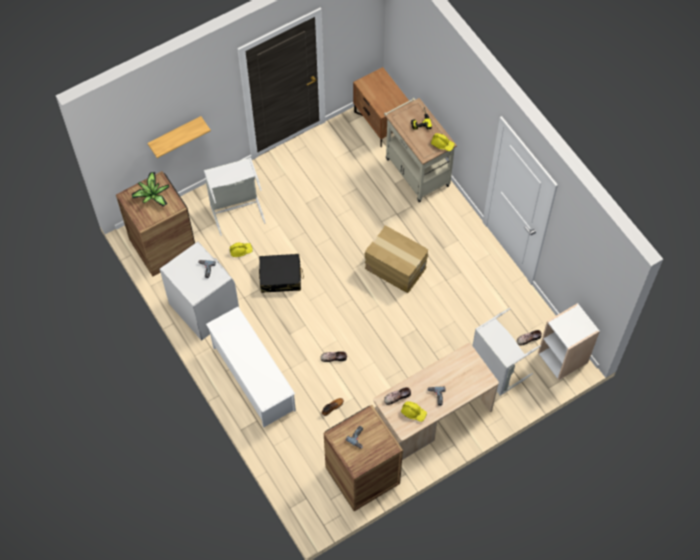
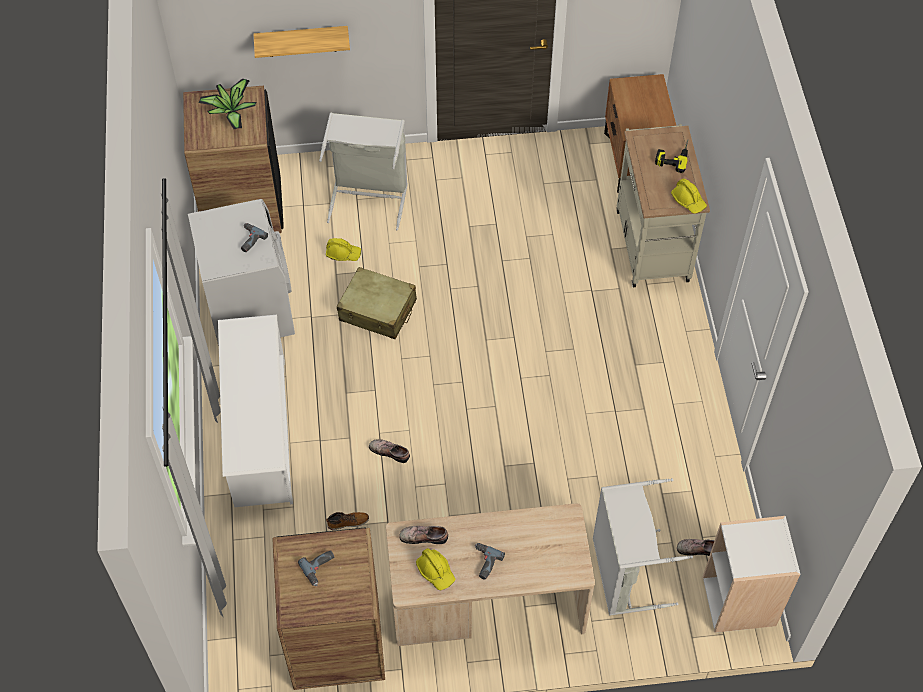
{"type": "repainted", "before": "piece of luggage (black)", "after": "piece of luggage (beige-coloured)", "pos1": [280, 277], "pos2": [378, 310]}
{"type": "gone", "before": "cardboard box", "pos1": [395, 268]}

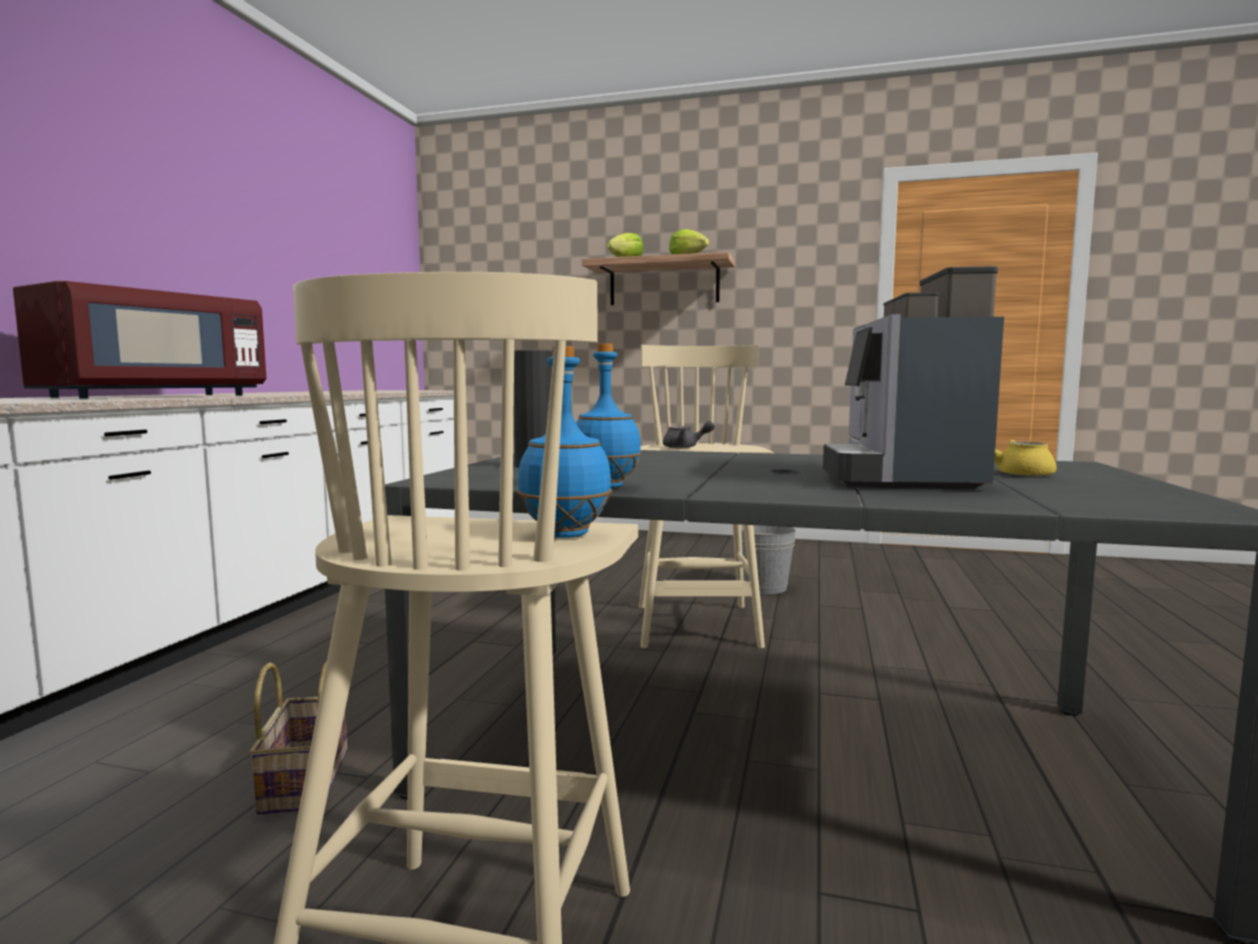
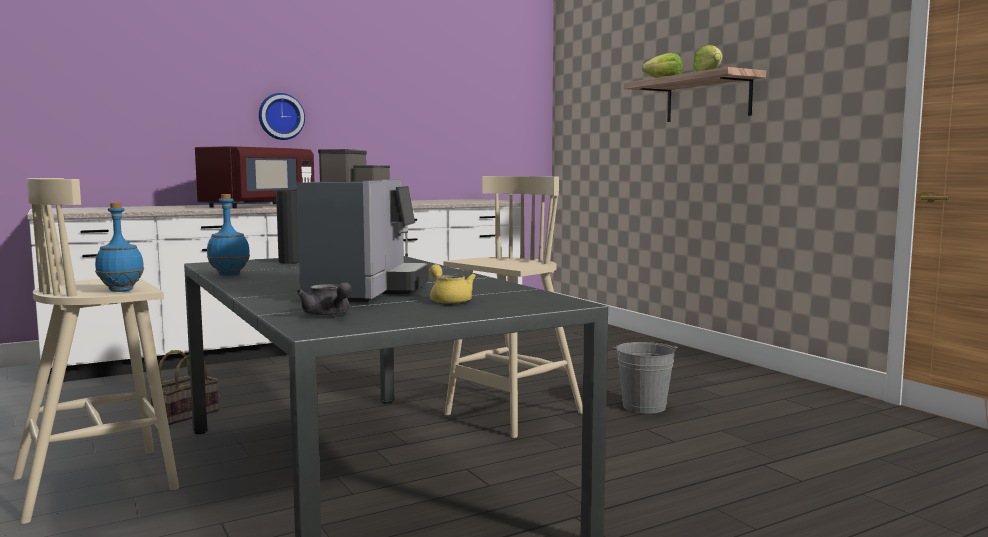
{"type": "rotated", "before": "microwave (reddish)", "pos1": [154, 396], "pos2": [257, 206], "turn": -45}
{"type": "shifted", "before": "teapot (greyish)", "pos1": [685, 447], "pos2": [328, 315]}
{"type": "rotated", "before": "coffee brewer", "pos1": [901, 478], "pos2": [365, 292], "turn": 135}
{"type": "new", "after": "clock on the wall", "pos2": [281, 116]}

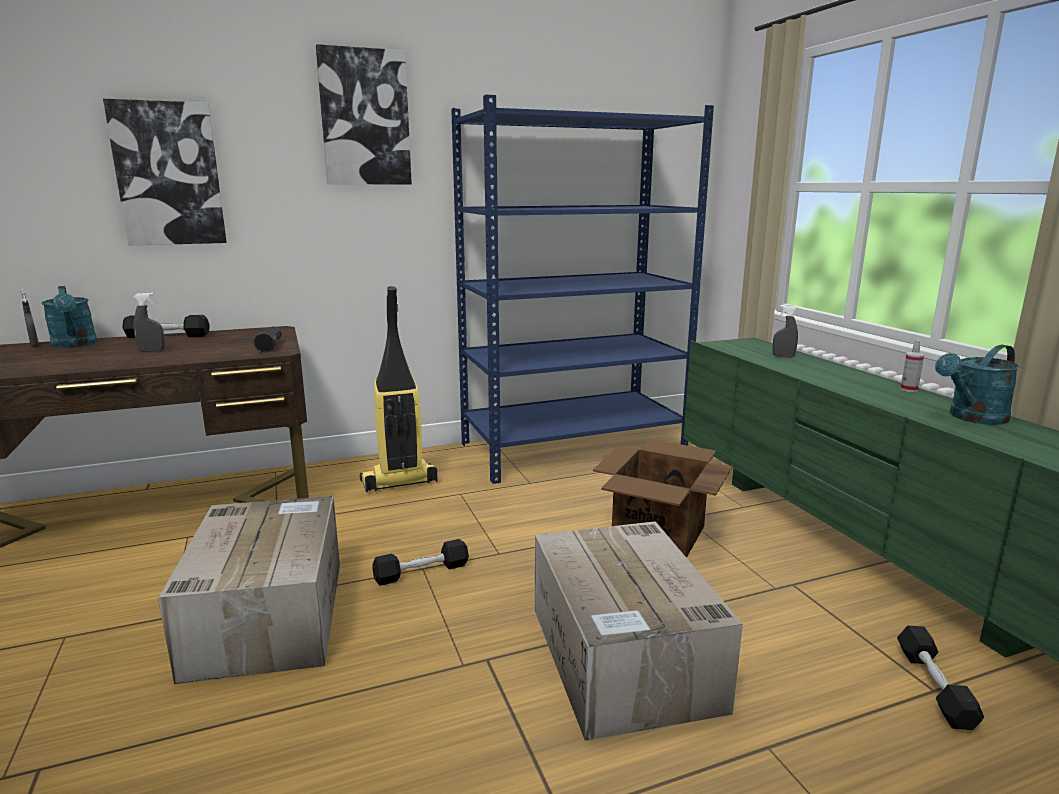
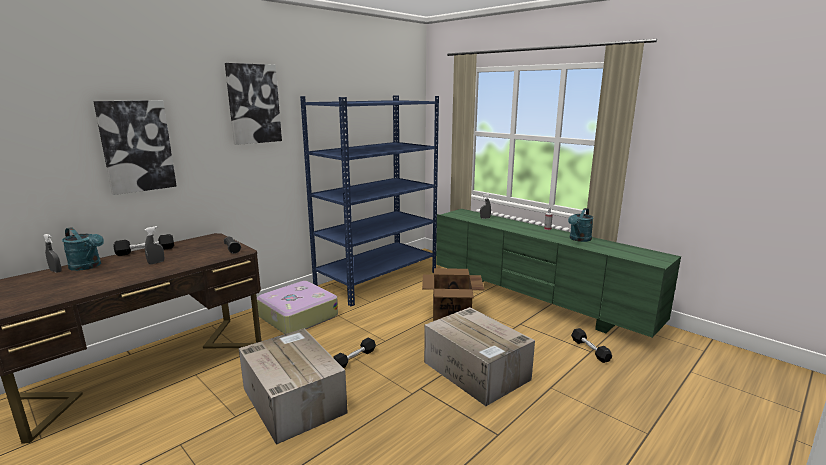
{"type": "swapped", "before": "vacuum", "after": "piece of luggage", "pos1": [398, 482], "pos2": [297, 316]}

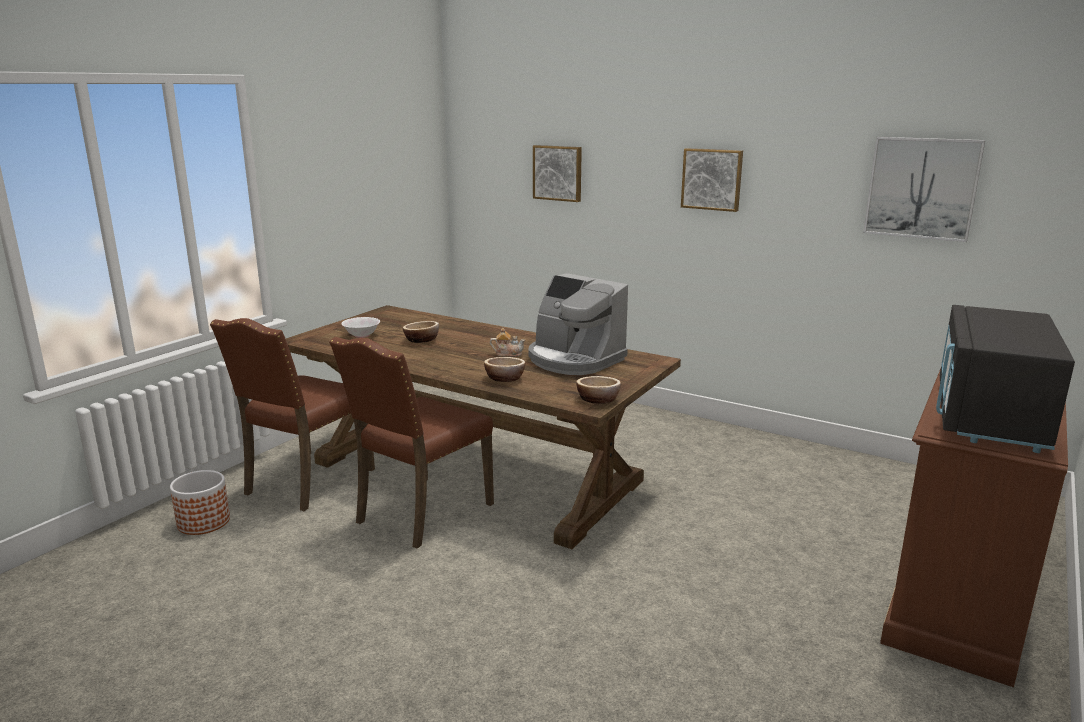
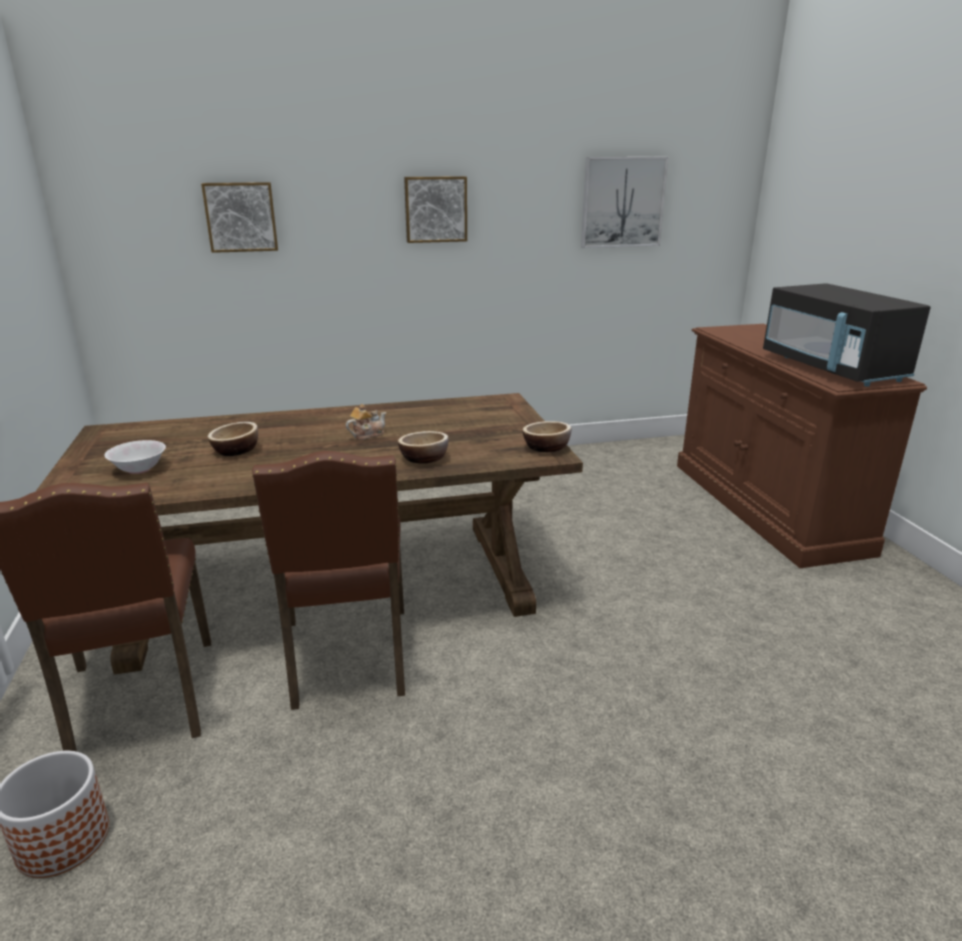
{"type": "gone", "before": "coffee brewer", "pos1": [574, 359]}

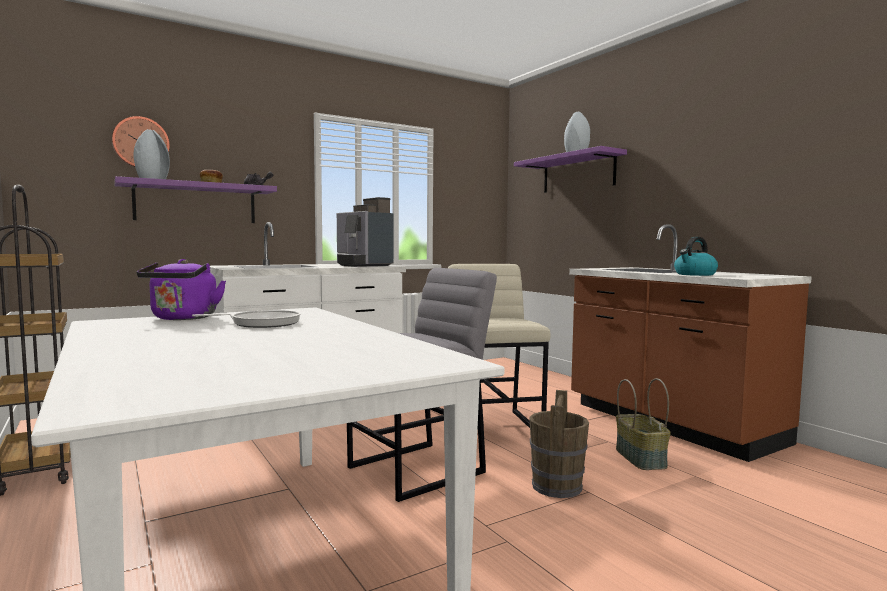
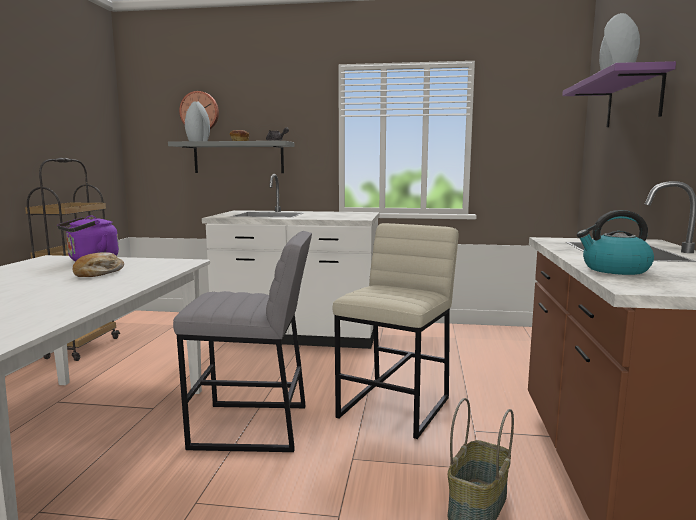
{"type": "repainted", "before": "wall shelf (purplish)", "after": "wall shelf (greyish)", "pos1": [196, 203], "pos2": [238, 157]}
{"type": "swapped", "before": "frying pan", "after": "bakery bread", "pos1": [261, 323], "pos2": [99, 273]}
{"type": "gone", "before": "coffee brewer", "pos1": [362, 265]}
{"type": "gone", "before": "water bucket (brownish)", "pos1": [556, 487]}

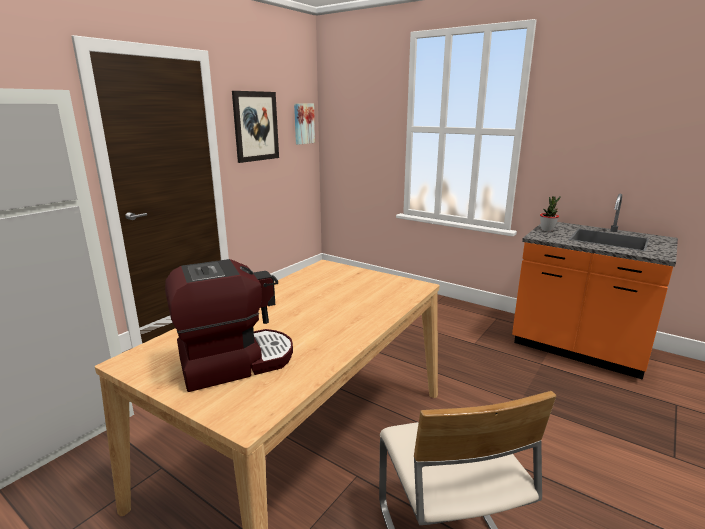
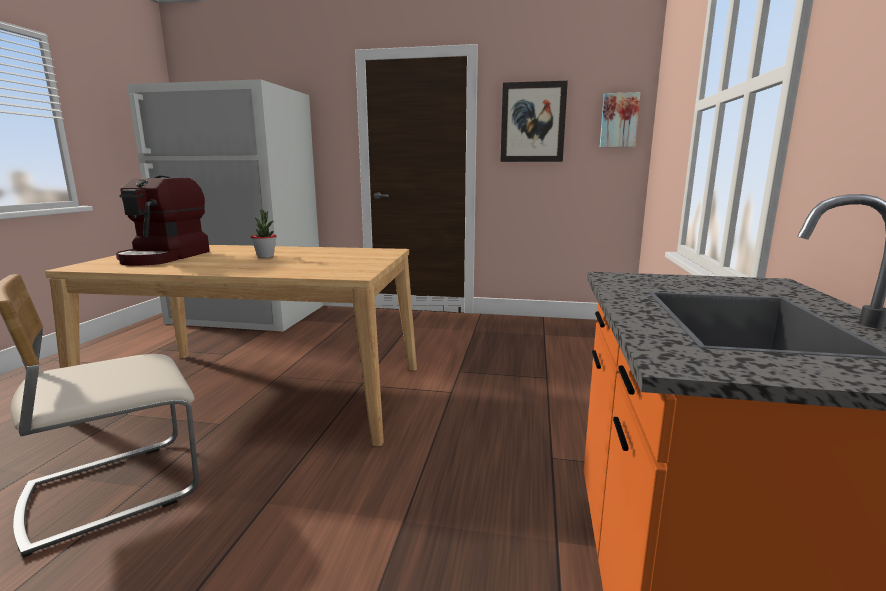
{"type": "rotated", "before": "coffee brewer", "pos1": [235, 361], "pos2": [165, 257], "turn": 60}
{"type": "shifted", "before": "potted plant", "pos1": [547, 230], "pos2": [265, 256]}

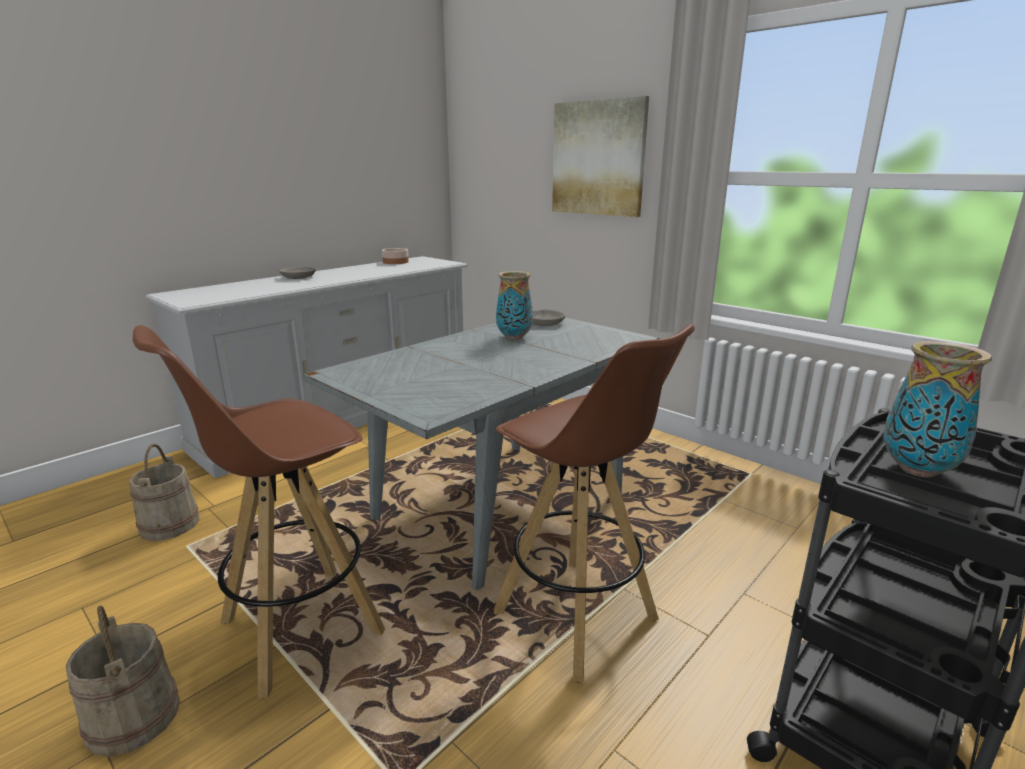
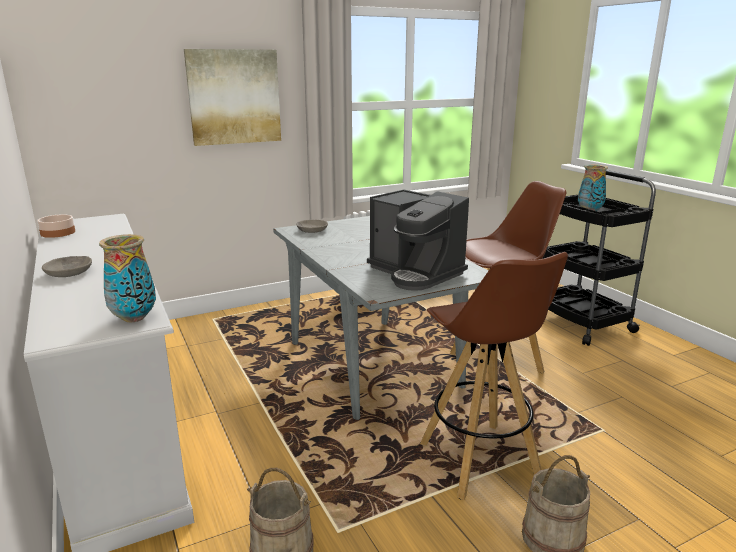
{"type": "shifted", "before": "decorative vase", "pos1": [514, 337], "pos2": [134, 318]}
{"type": "new", "after": "coffee brewer", "pos2": [415, 273]}

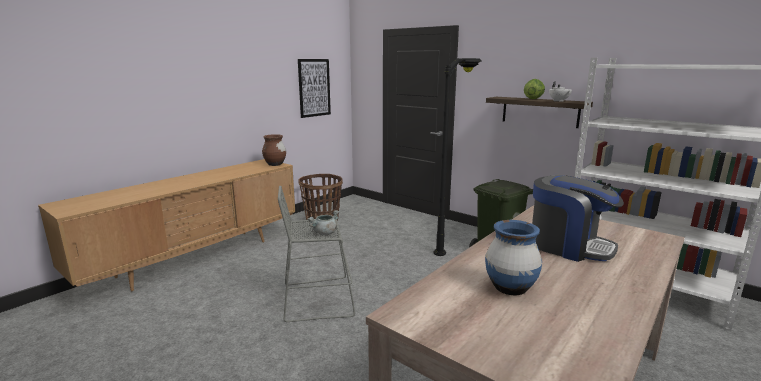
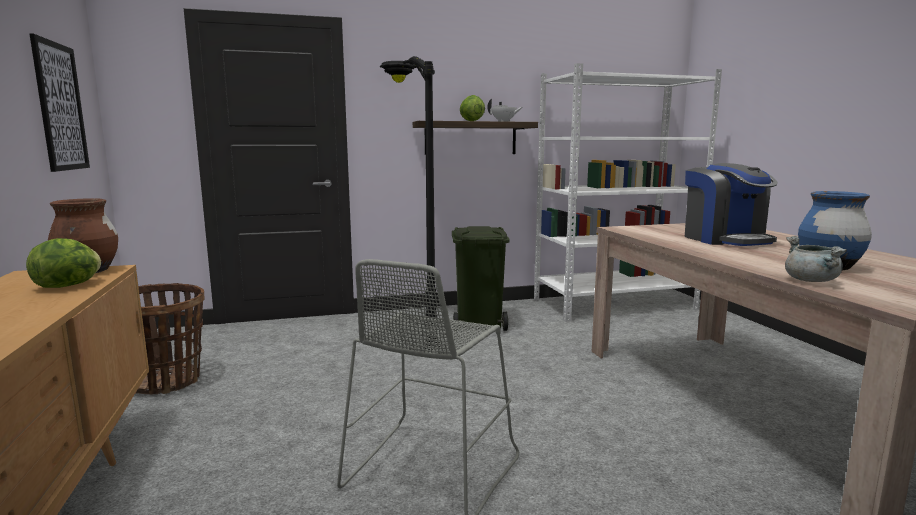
{"type": "shifted", "before": "stockpot (greyish)", "pos1": [325, 233], "pos2": [811, 281]}
{"type": "rotated", "before": "coffee brewer", "pos1": [568, 246], "pos2": [725, 239], "turn": 90}
{"type": "new", "after": "lettuce head", "pos2": [69, 285]}

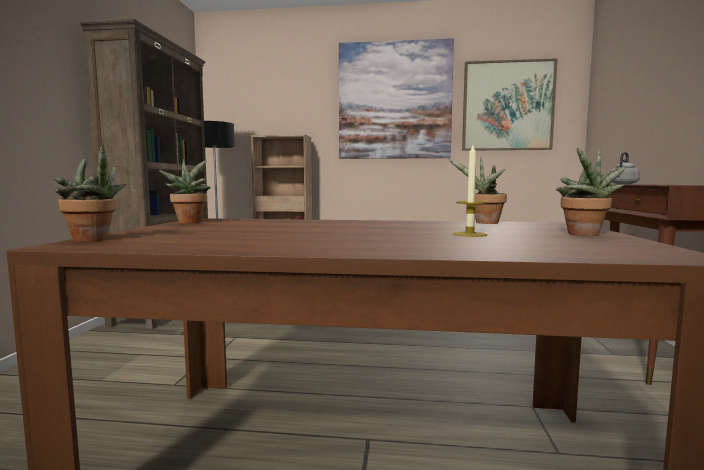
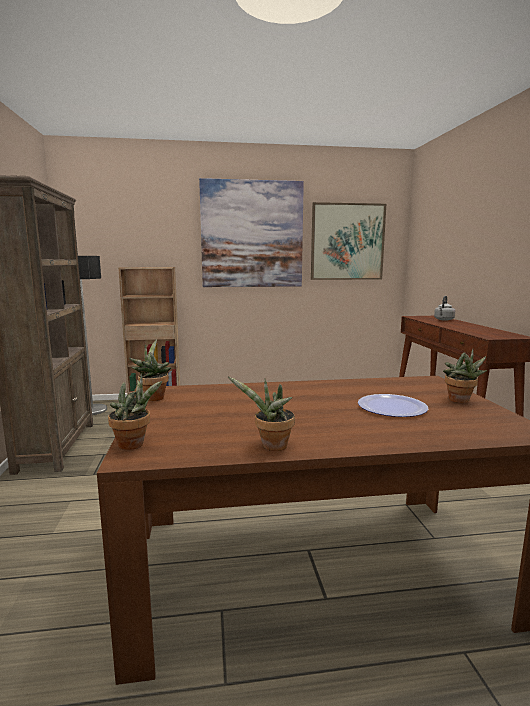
{"type": "shifted", "before": "potted plant", "pos1": [483, 223], "pos2": [271, 447]}
{"type": "swapped", "before": "wax candle", "after": "dinner plate", "pos1": [469, 234], "pos2": [392, 407]}

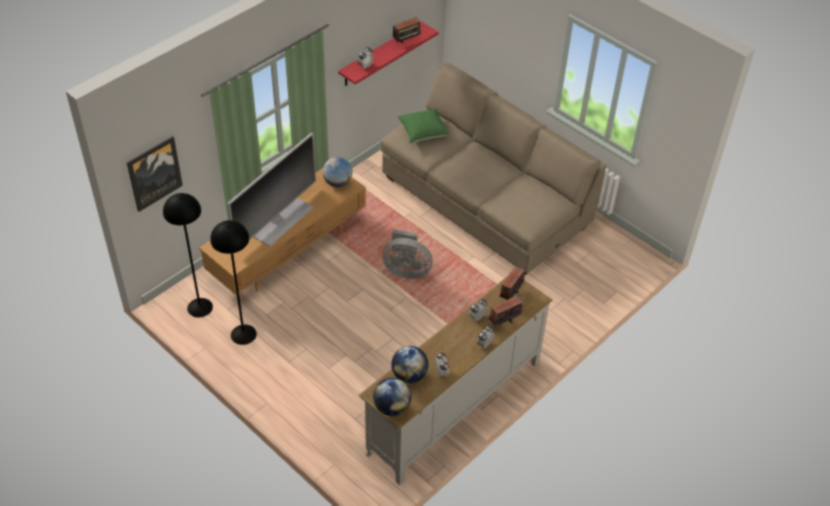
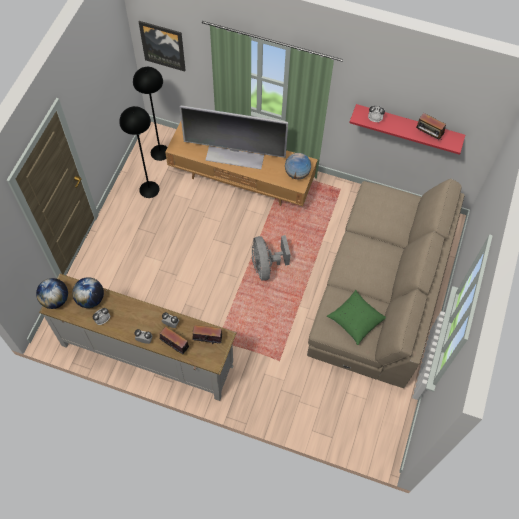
{"type": "shifted", "before": "cushion (green-coloured)", "pos1": [423, 132], "pos2": [355, 320]}

